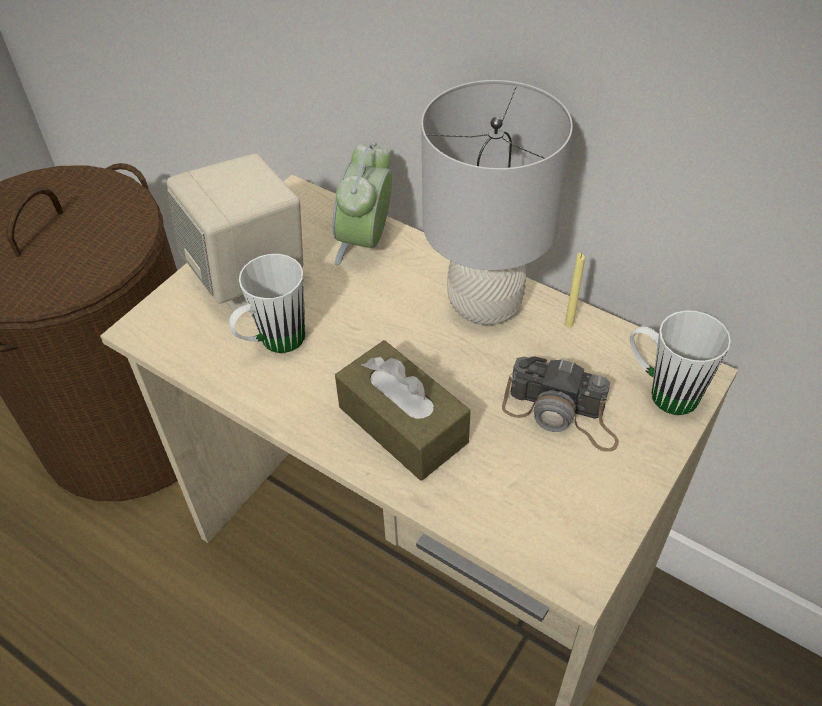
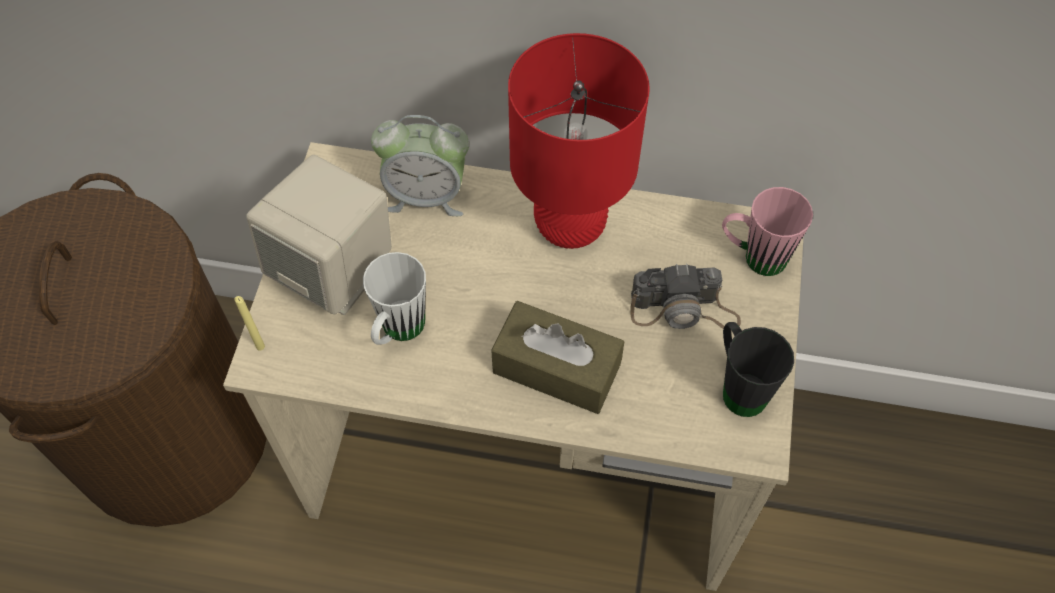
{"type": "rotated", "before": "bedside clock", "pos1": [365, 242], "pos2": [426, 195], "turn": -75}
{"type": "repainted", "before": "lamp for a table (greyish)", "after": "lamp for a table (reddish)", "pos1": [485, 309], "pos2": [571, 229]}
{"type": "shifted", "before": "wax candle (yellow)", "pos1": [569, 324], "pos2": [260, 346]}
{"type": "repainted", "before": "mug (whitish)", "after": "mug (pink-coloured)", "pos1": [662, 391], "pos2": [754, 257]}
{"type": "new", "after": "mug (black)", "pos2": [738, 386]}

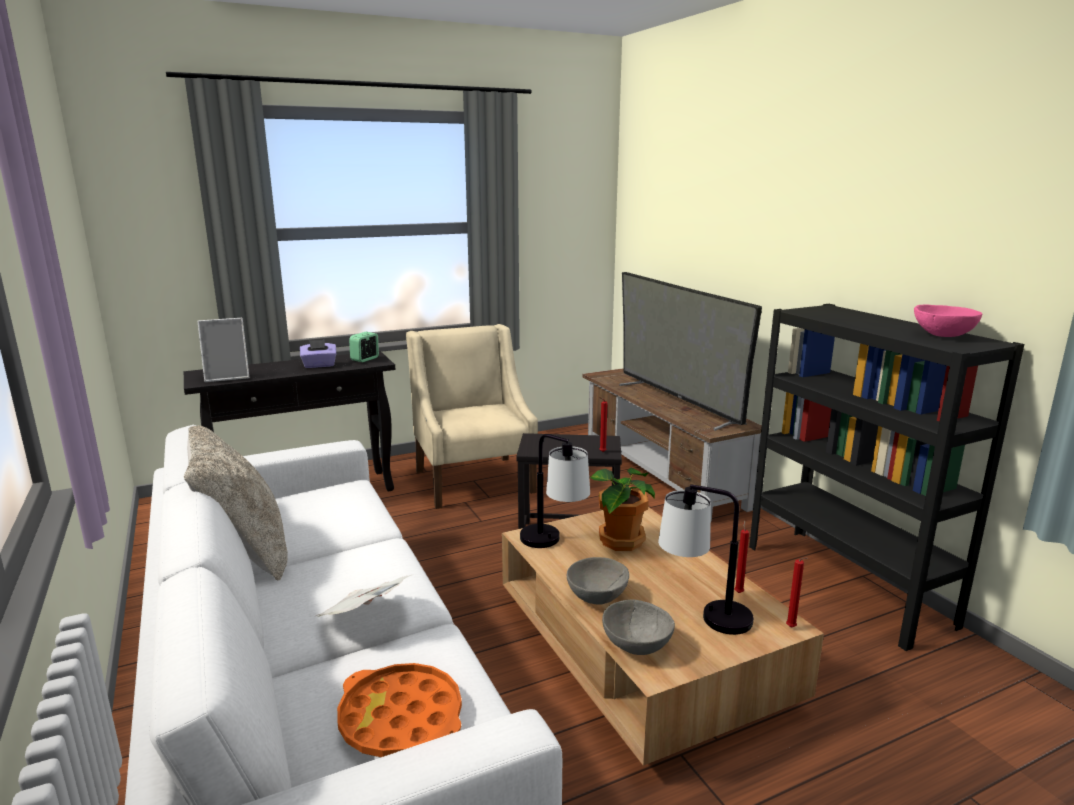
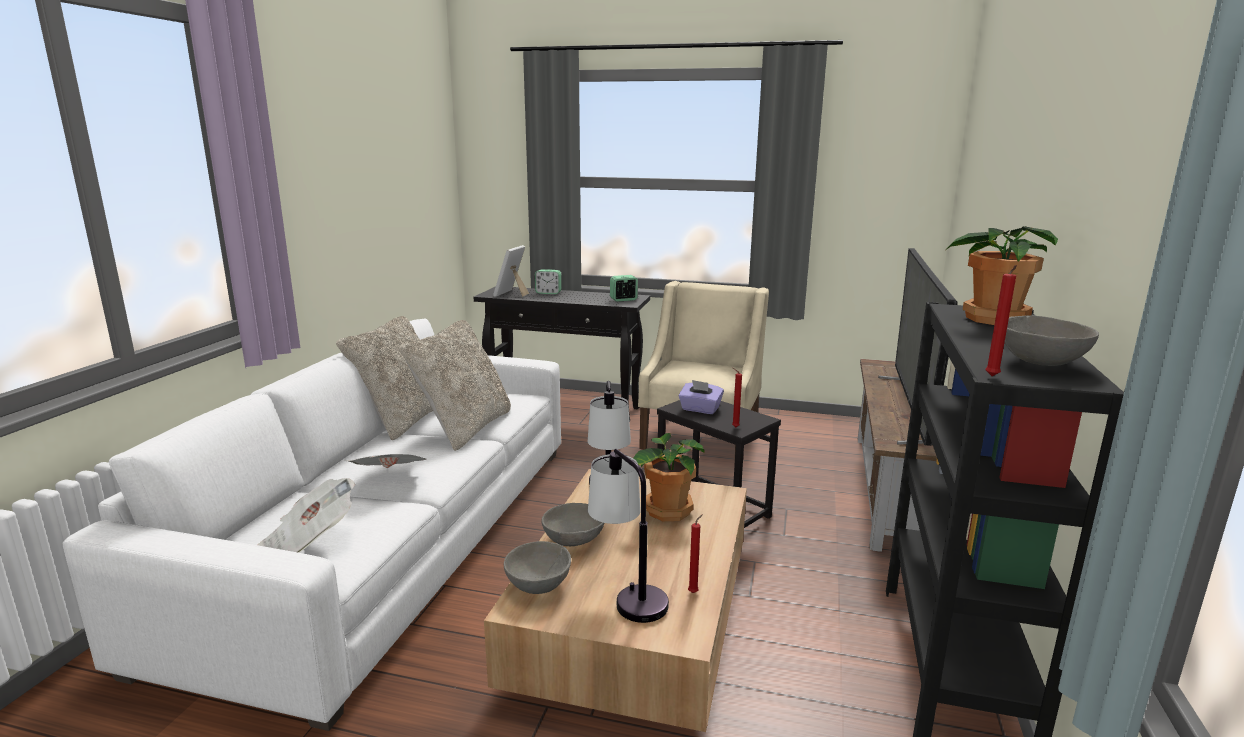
{"type": "rotated", "before": "standing frame", "pos1": [228, 376], "pos2": [512, 294], "turn": 90}
{"type": "shifted", "before": "box of tissues (purplish)", "pos1": [319, 365], "pos2": [700, 409]}
{"type": "swapped", "before": "carrying tray (orange-coloured)", "after": "newspaper", "pos1": [400, 719], "pos2": [309, 541]}
{"type": "shifted", "before": "wax candle (reddish)", "pos1": [792, 628], "pos2": [992, 377]}
{"type": "repainted", "before": "bowl (pink-coloured)", "after": "bowl (greyish)", "pos1": [943, 336], "pos2": [1040, 363]}
{"type": "new", "after": "cushion (beige-coloured)", "pos2": [464, 426]}
{"type": "new", "after": "bedside clock", "pos2": [548, 293]}
{"type": "new", "after": "potted plant", "pos2": [992, 319]}

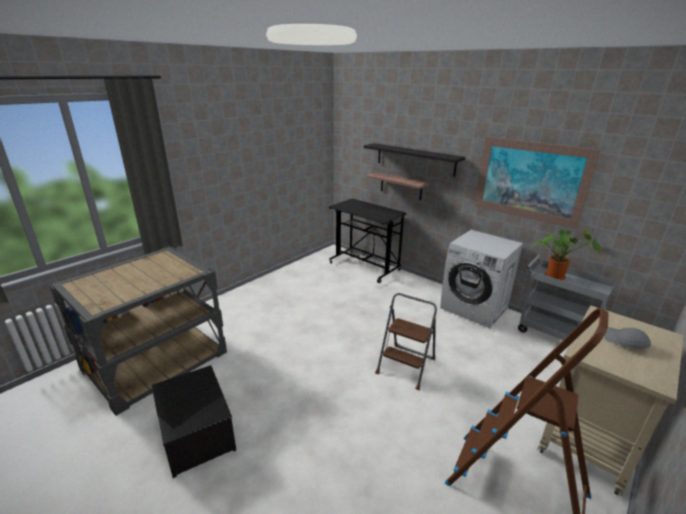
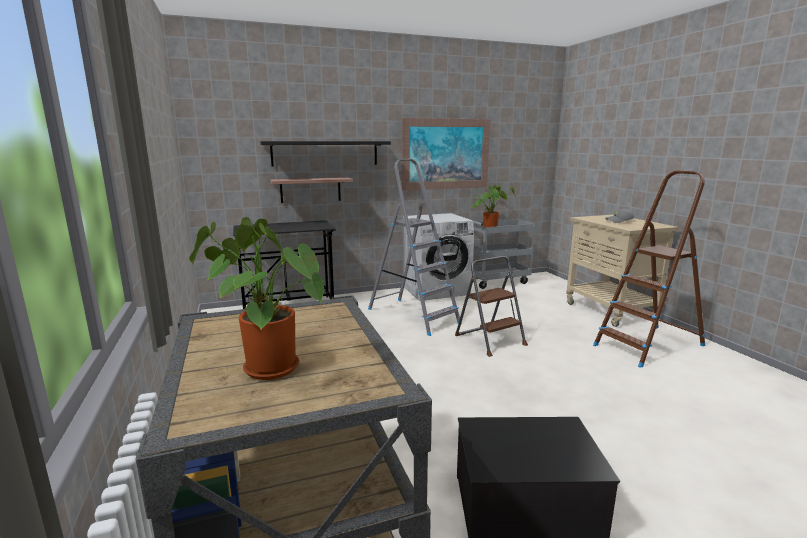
{"type": "new", "after": "potted plant", "pos2": [265, 368]}
{"type": "new", "after": "stepladder (greyish)", "pos2": [413, 316]}

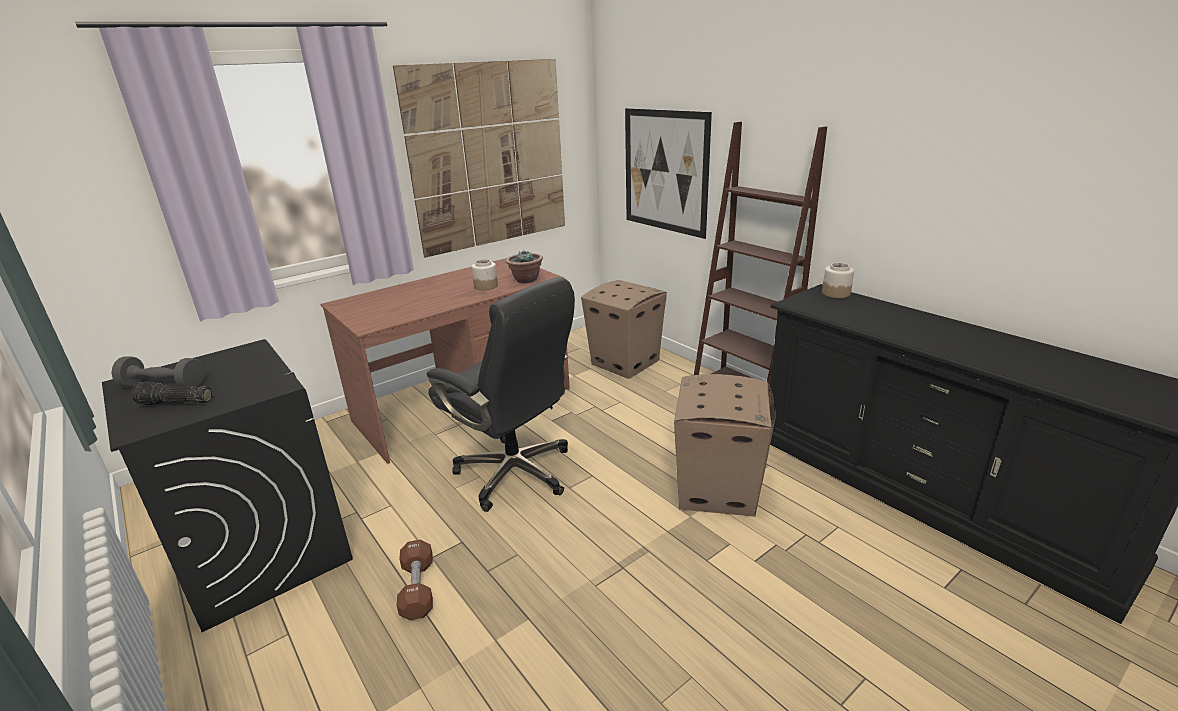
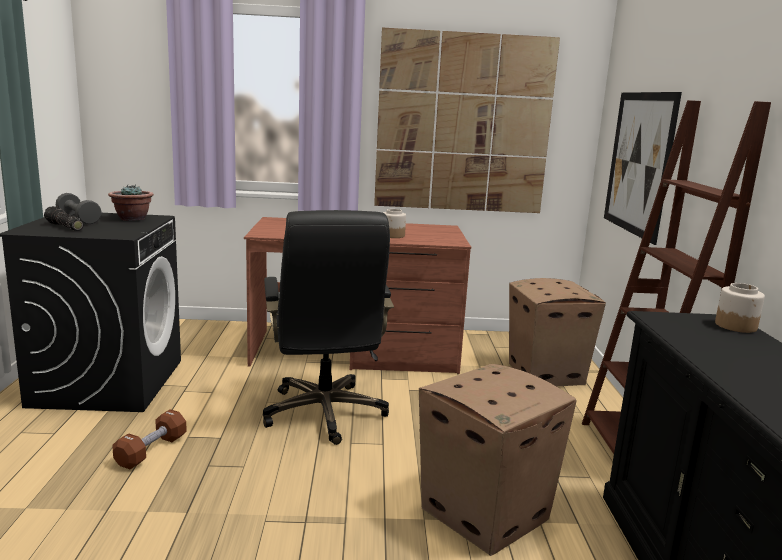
{"type": "shifted", "before": "potted plant", "pos1": [526, 280], "pos2": [132, 219]}

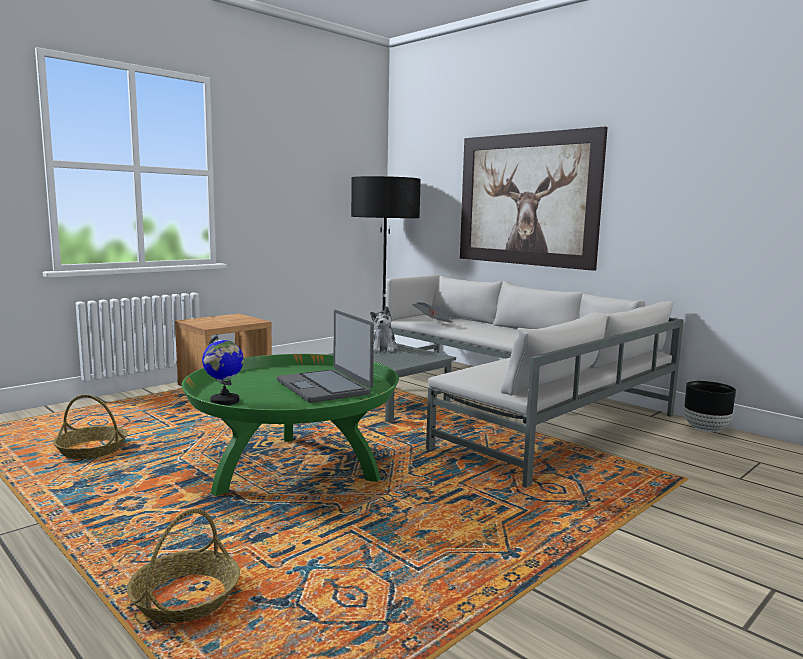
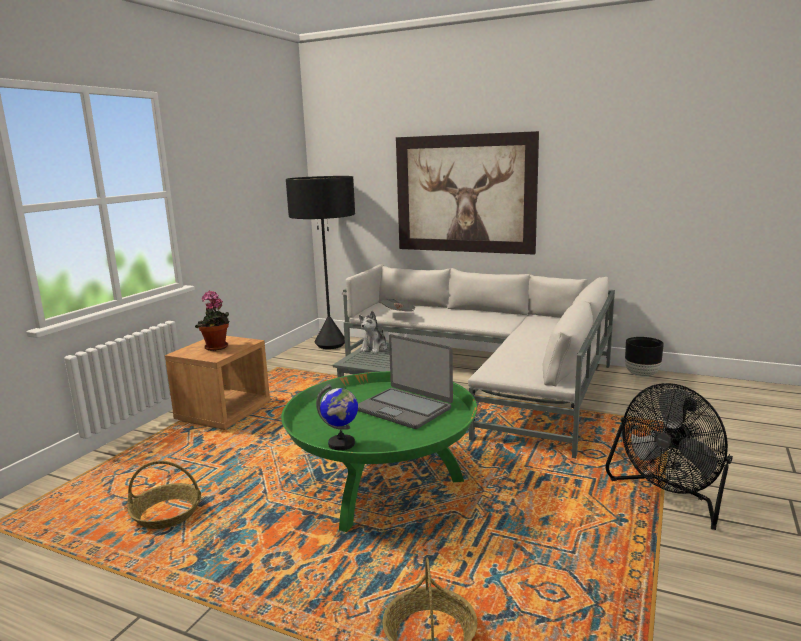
{"type": "rotated", "before": "plush toy", "pos1": [384, 348], "pos2": [374, 348], "turn": 45}
{"type": "new", "after": "potted plant", "pos2": [216, 348]}
{"type": "new", "after": "cooling fan (black)", "pos2": [668, 493]}

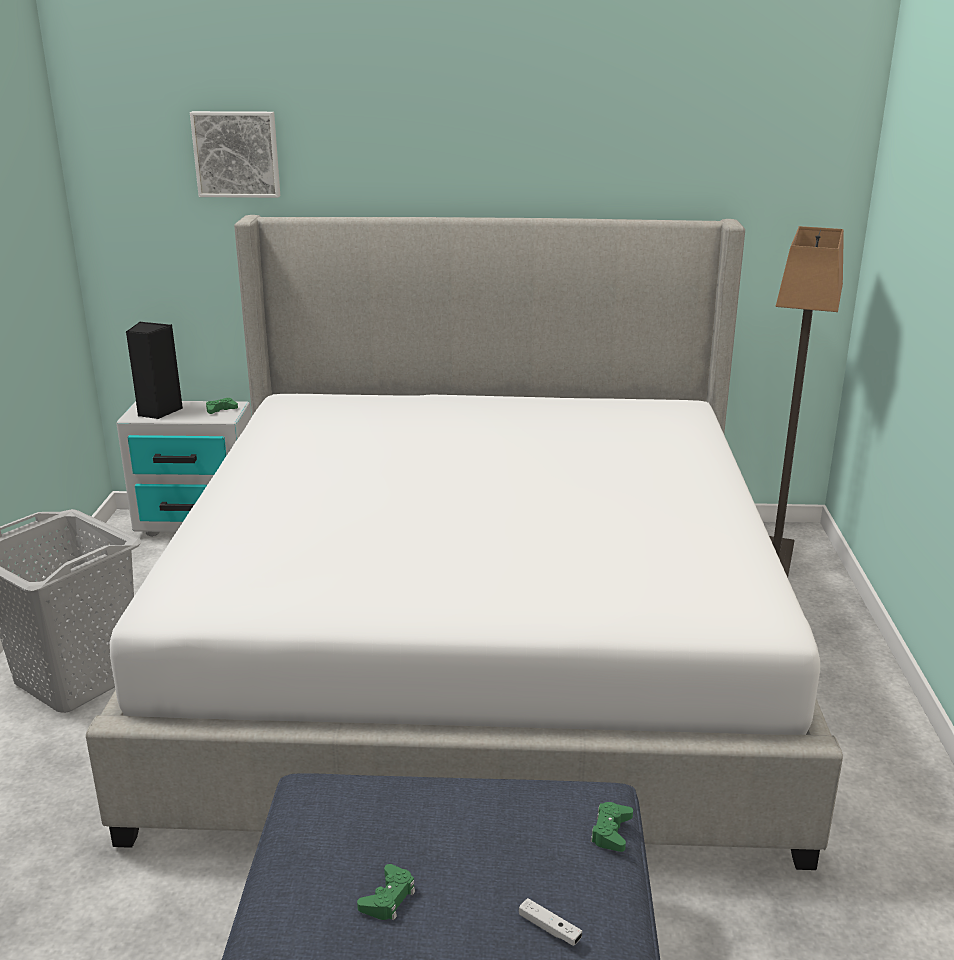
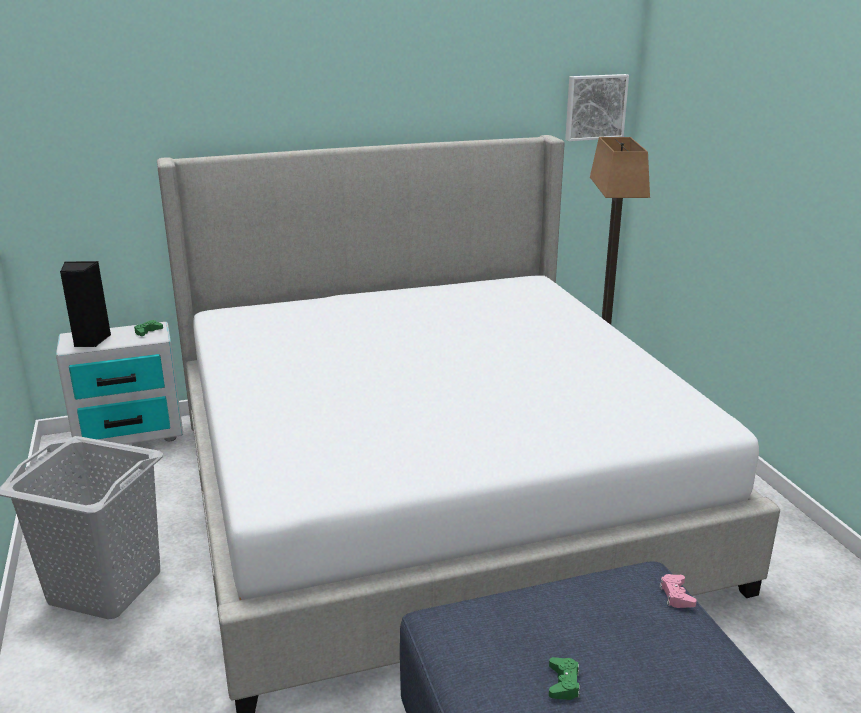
{"type": "shifted", "before": "wall art", "pos1": [237, 154], "pos2": [595, 107]}
{"type": "gone", "before": "gamepad (whitish)", "pos1": [549, 928]}
{"type": "repainted", "before": "gamepad (green-coloured)", "after": "gamepad (pink-coloured)", "pos1": [611, 832], "pos2": [676, 595]}

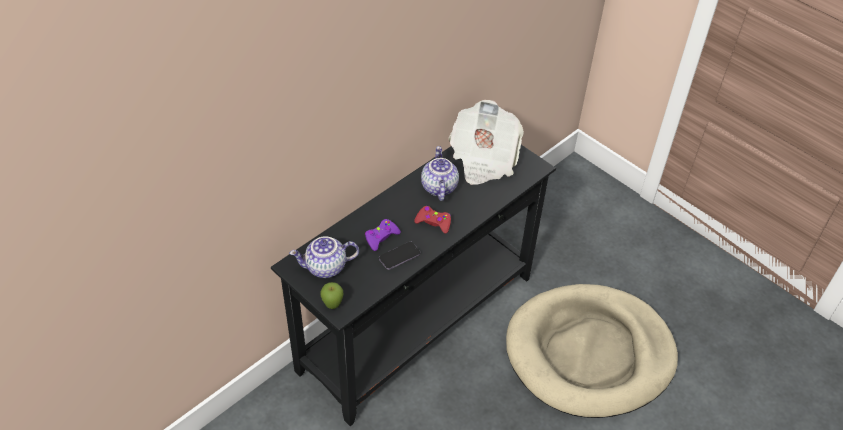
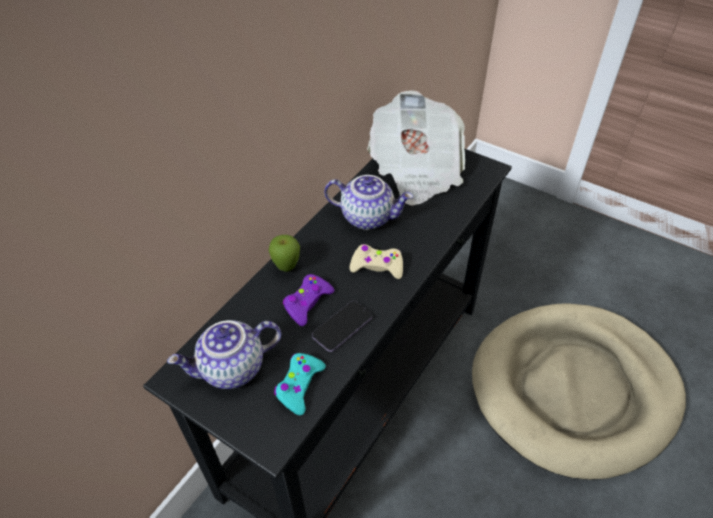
{"type": "shifted", "before": "apple fruit", "pos1": [332, 305], "pos2": [287, 267]}
{"type": "repainted", "before": "gamepad (reddish)", "after": "gamepad (beige-coloured)", "pos1": [433, 222], "pos2": [377, 266]}
{"type": "rotated", "before": "teapot", "pos1": [438, 187], "pos2": [368, 217], "turn": 120}
{"type": "new", "after": "gamepad (blue-green)", "pos2": [299, 386]}

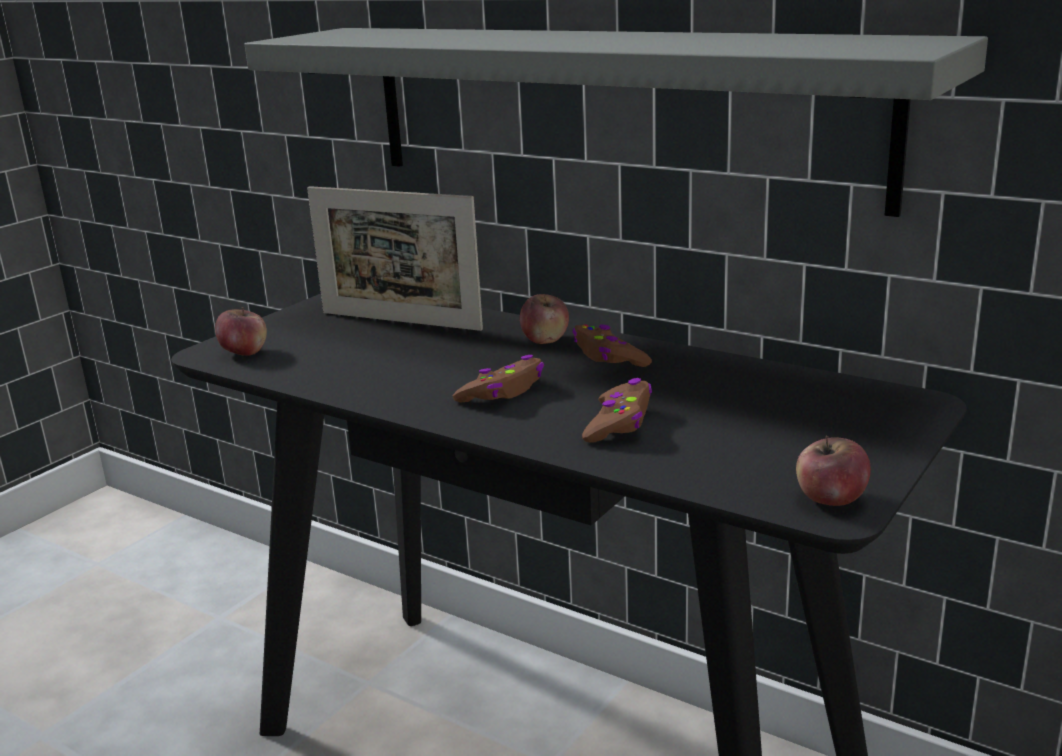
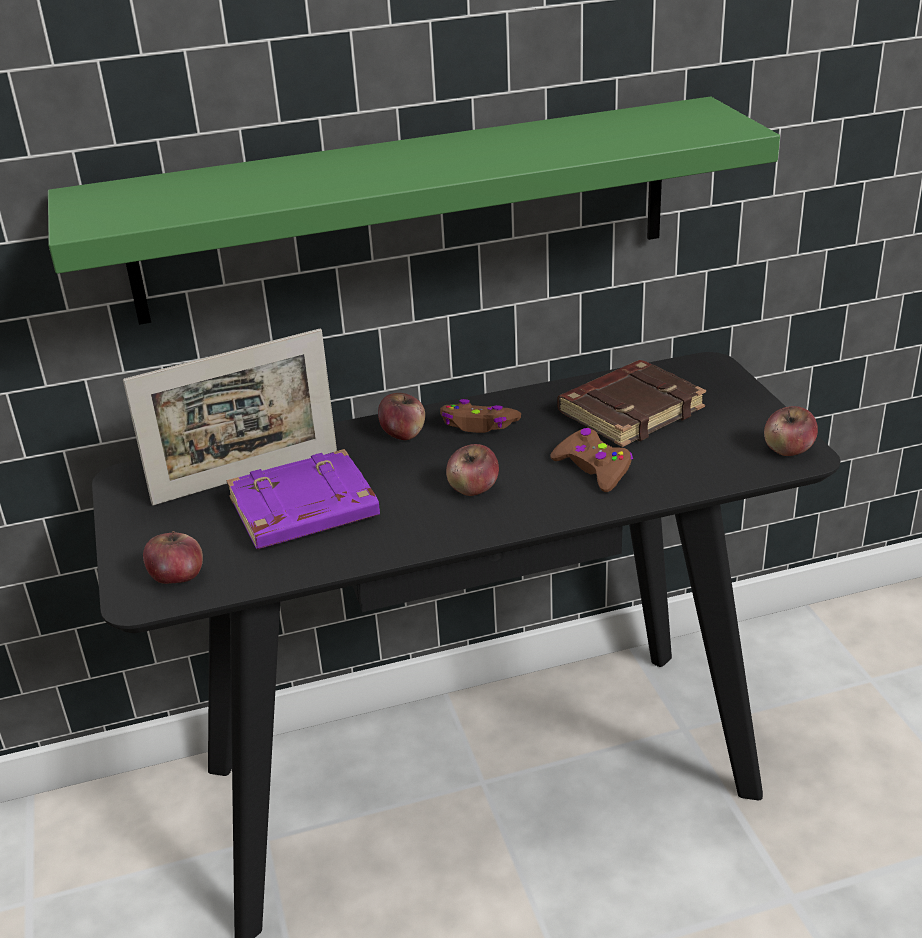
{"type": "repainted", "before": "wall shelf (greyish)", "after": "wall shelf (green-coloured)", "pos1": [610, 111], "pos2": [405, 210]}
{"type": "swapped", "before": "gamepad (brownish)", "after": "apple fruit", "pos1": [503, 392], "pos2": [473, 489]}
{"type": "new", "after": "volume (purplish)", "pos2": [303, 511]}
{"type": "new", "after": "volume (brownish)", "pos2": [630, 410]}

